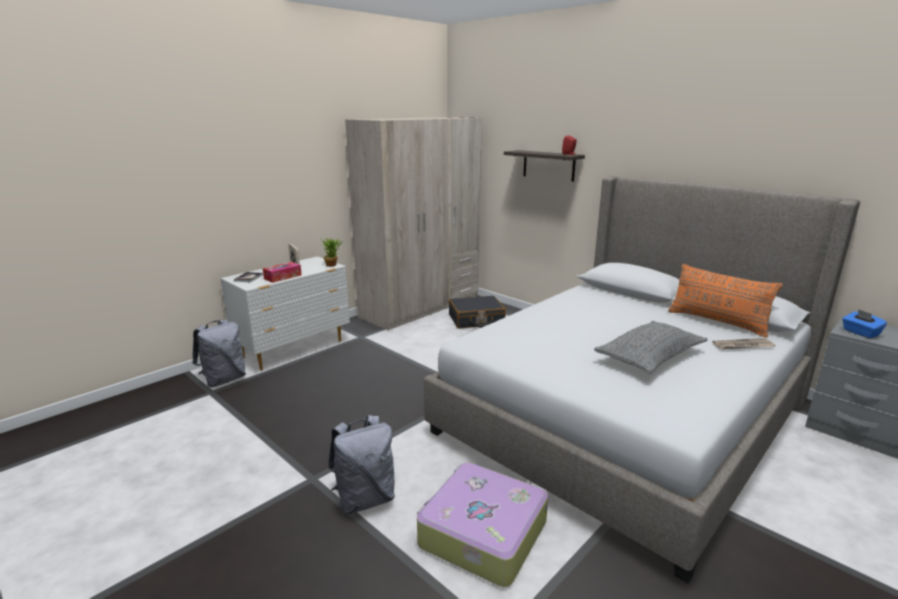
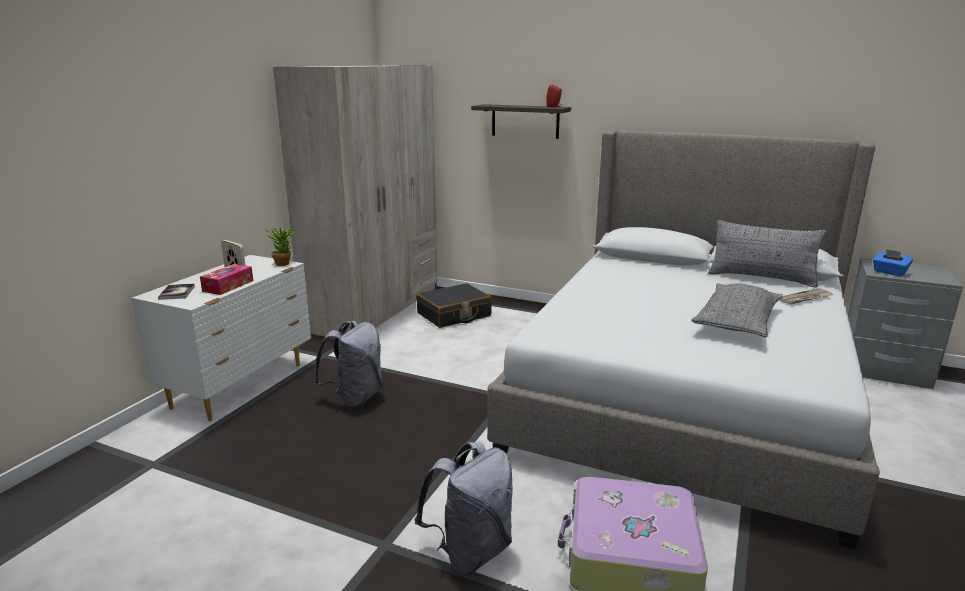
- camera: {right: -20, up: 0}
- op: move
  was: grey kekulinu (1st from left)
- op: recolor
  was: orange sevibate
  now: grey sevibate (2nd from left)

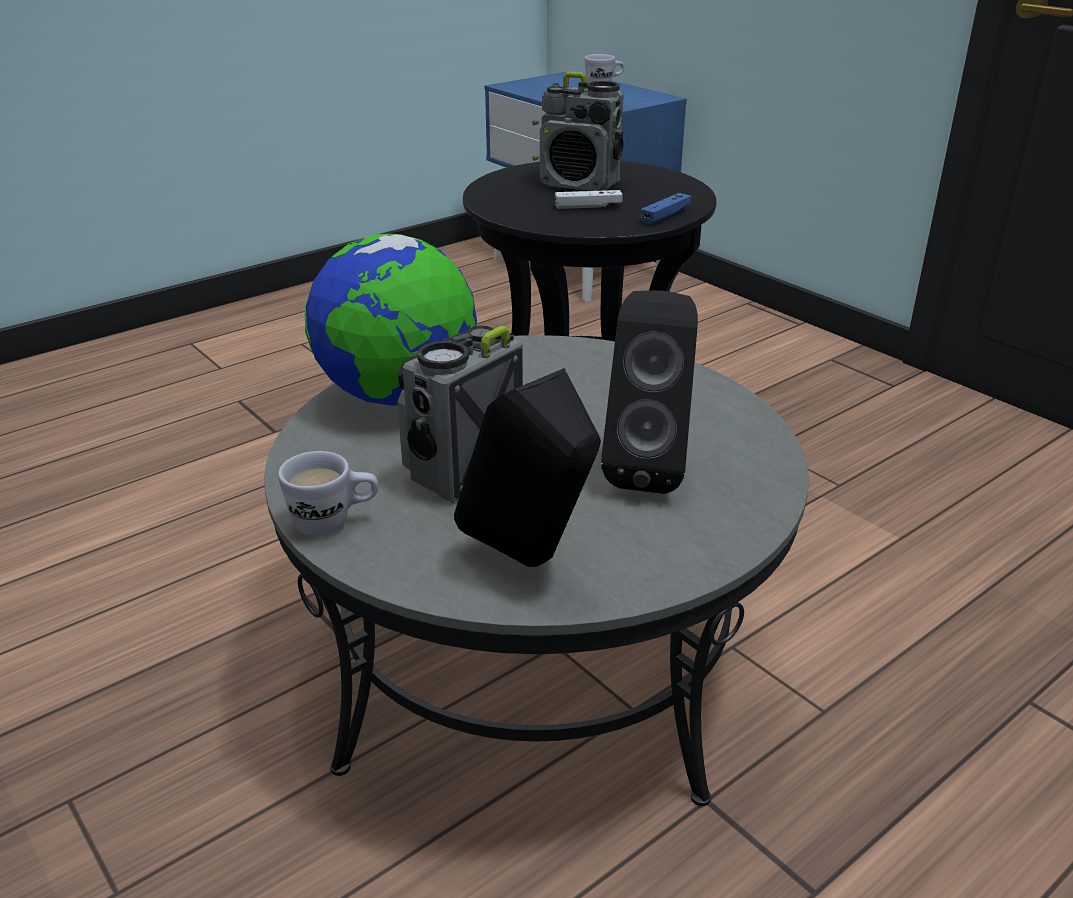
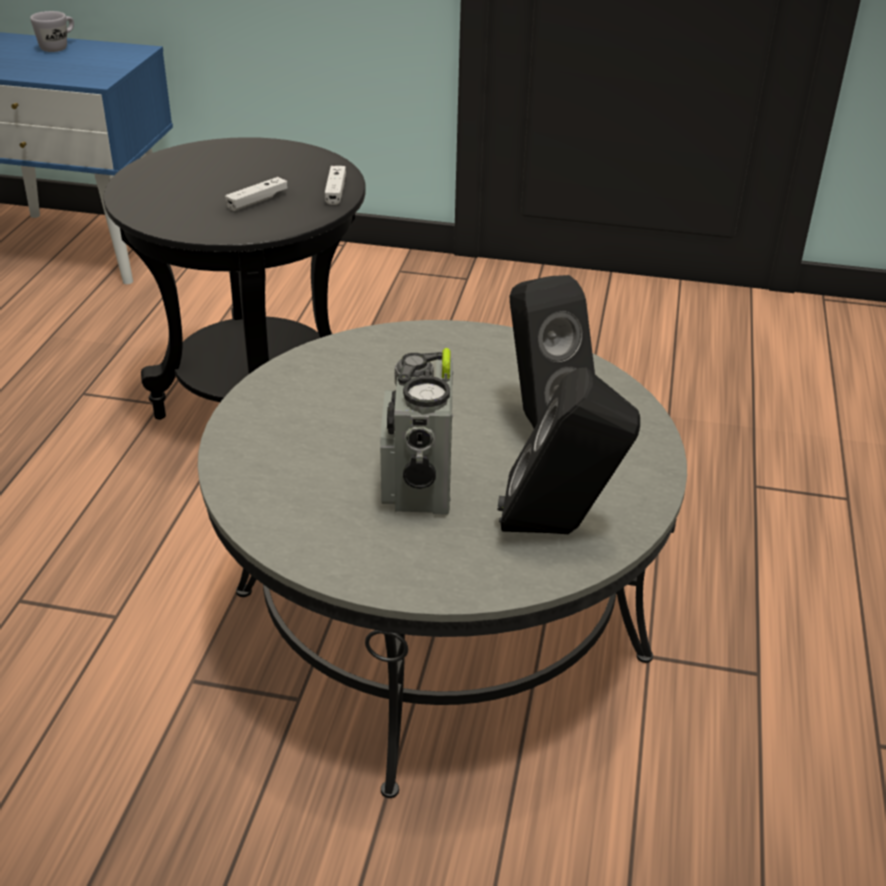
- camera: {right: -40, up: 5}
- op: delete
  was: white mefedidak (1st from left)
- op: delete
  was: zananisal
- op: delete
  was: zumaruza (2nd from left)
- op: recolor
  was: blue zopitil
  now: white zopitil (2nd from left)

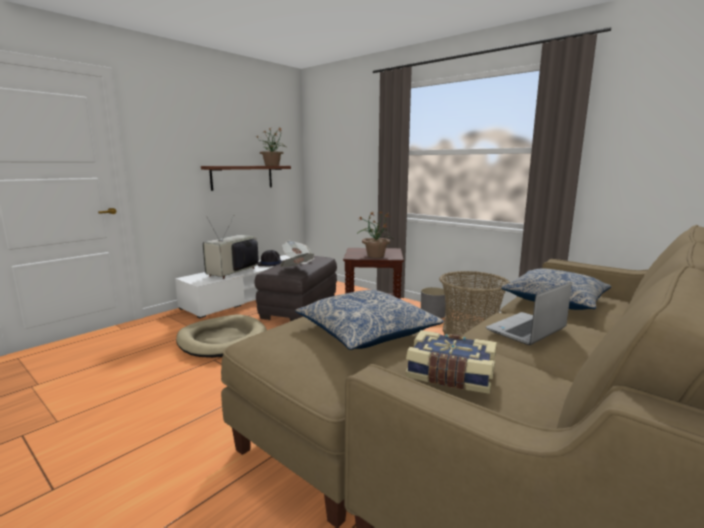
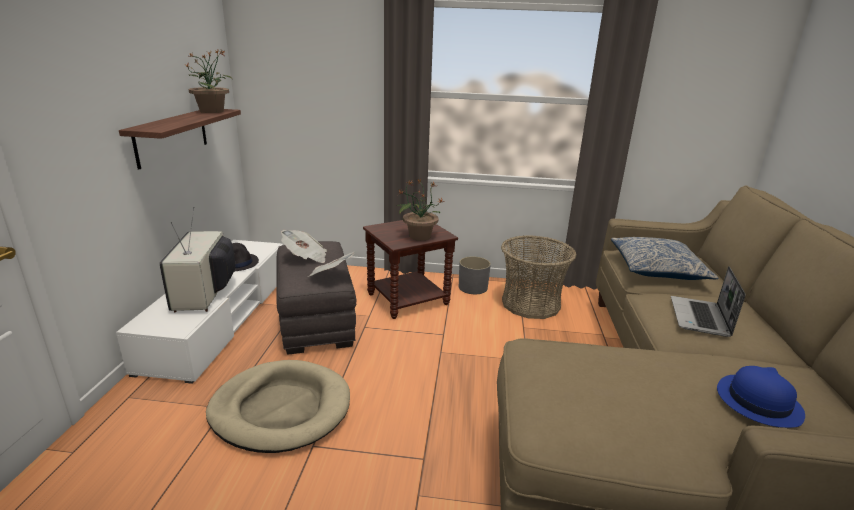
- camera: {right: -35, up: 10}
- op: delete
  was: sevibate (1st from left)
- op: replace
  was: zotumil
  now: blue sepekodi

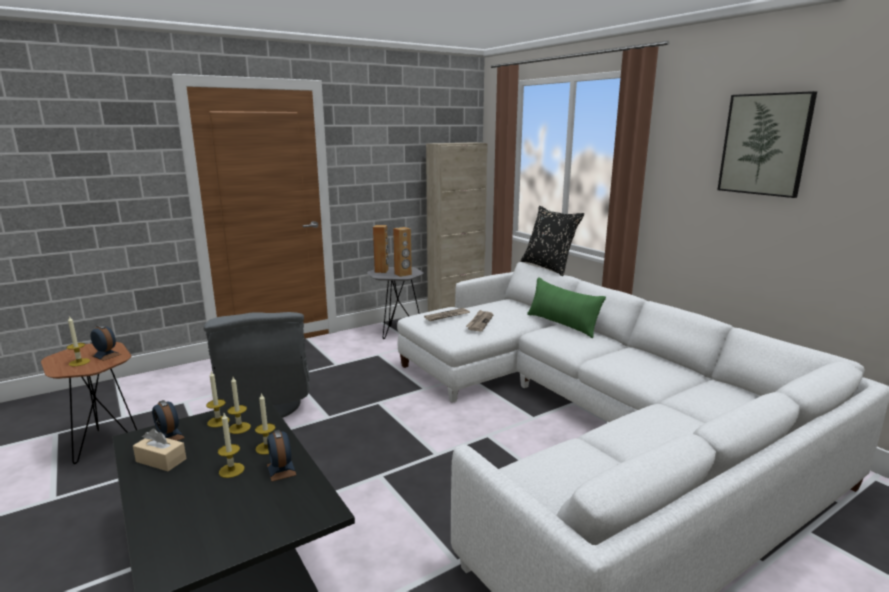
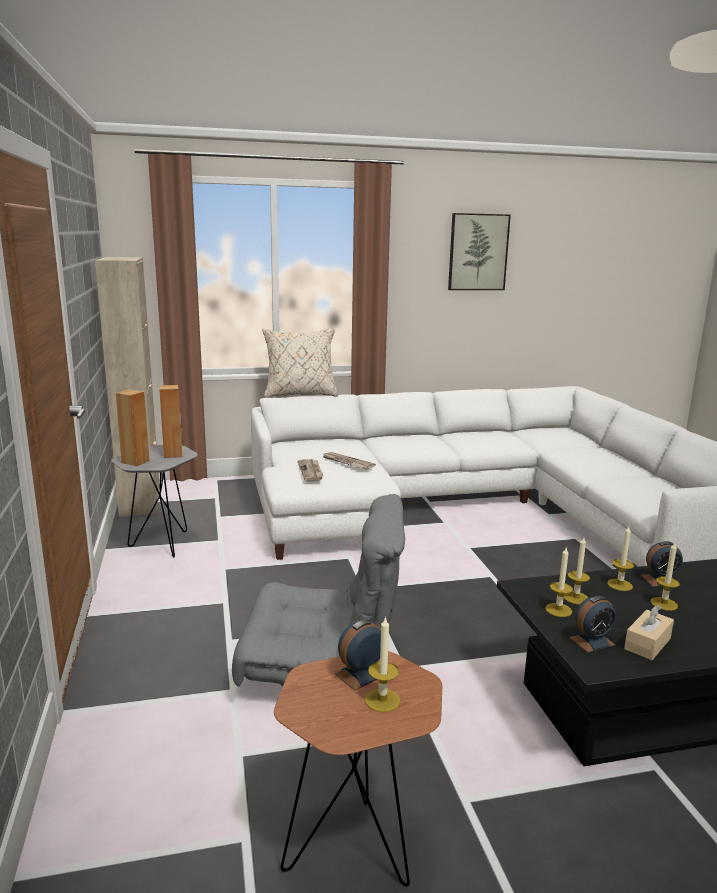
- camera: {right: -70, up: 0}
- op: delete
  was: green sevibate
- op: recolor
  was: black sevibate
  now: beige sevibate

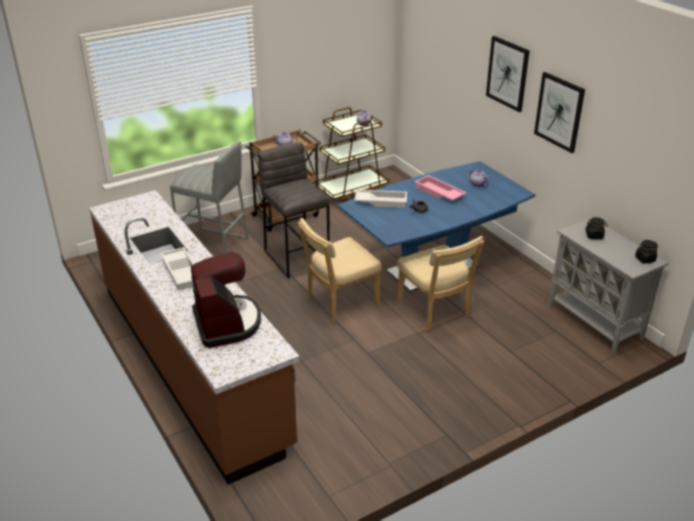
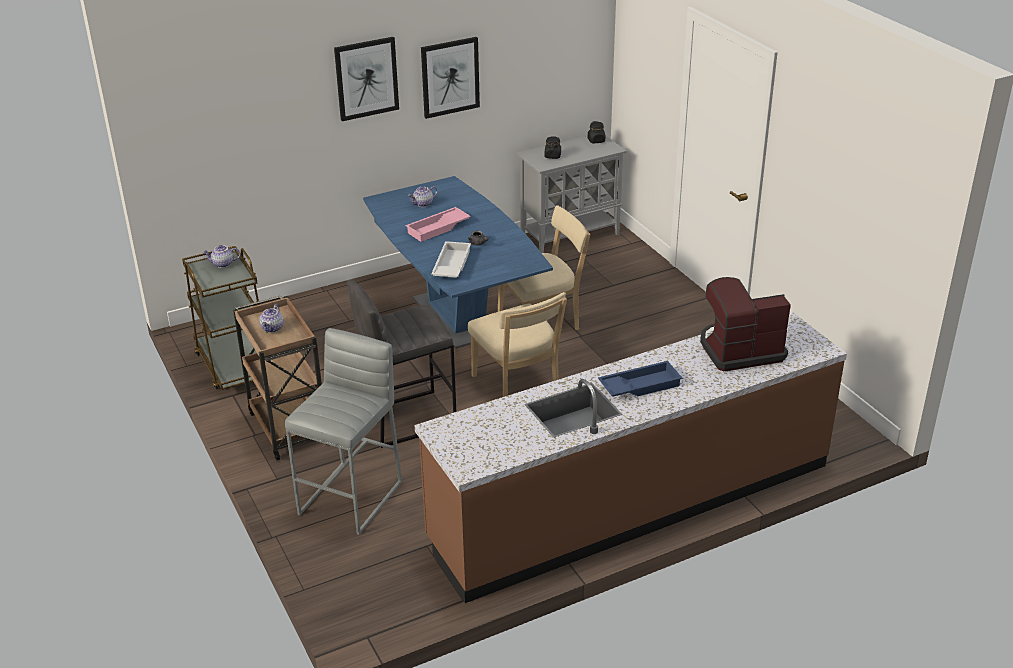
- camera: {right: -85, up: 0}
- op: recolor
  was: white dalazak (1st from left)
  now: blue dalazak

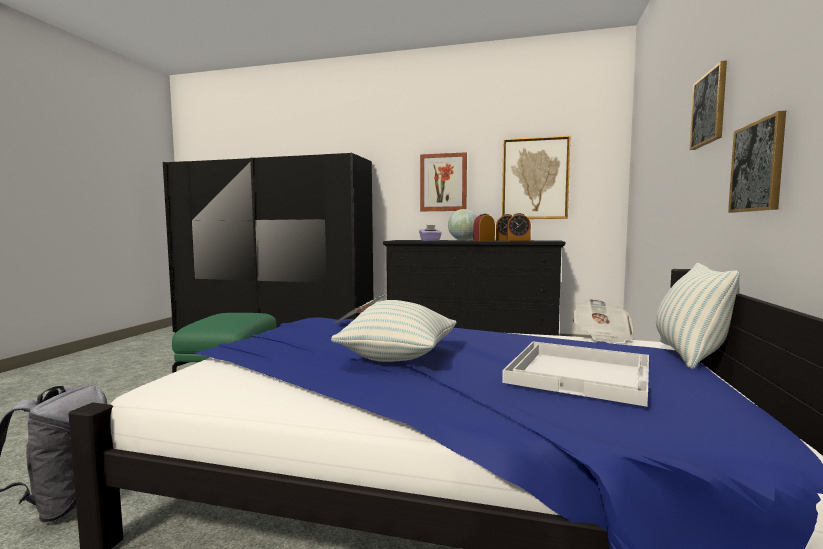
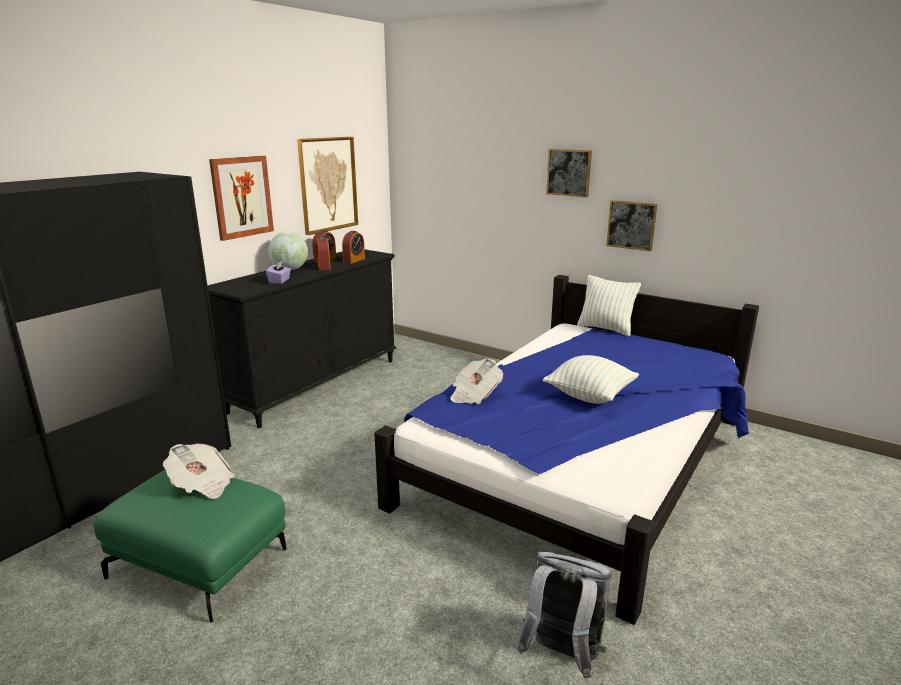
- camera: {right: -70, up: 15}
- op: delete
  was: white dalazak
- op: move
  was: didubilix (2nd from left in the first image)
  now: didubilix (1st from left)

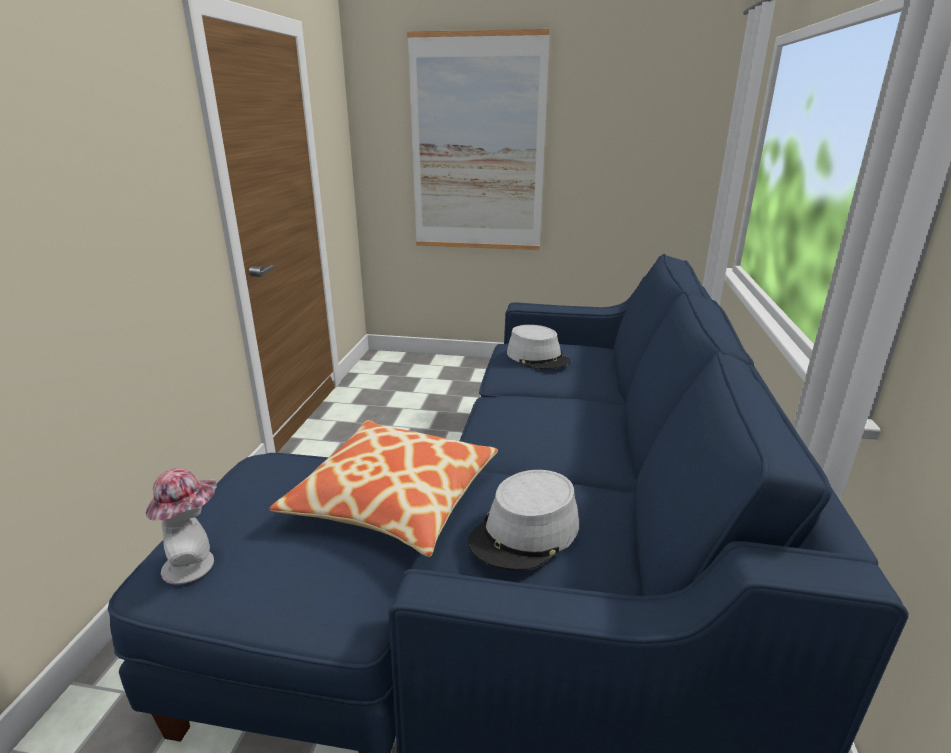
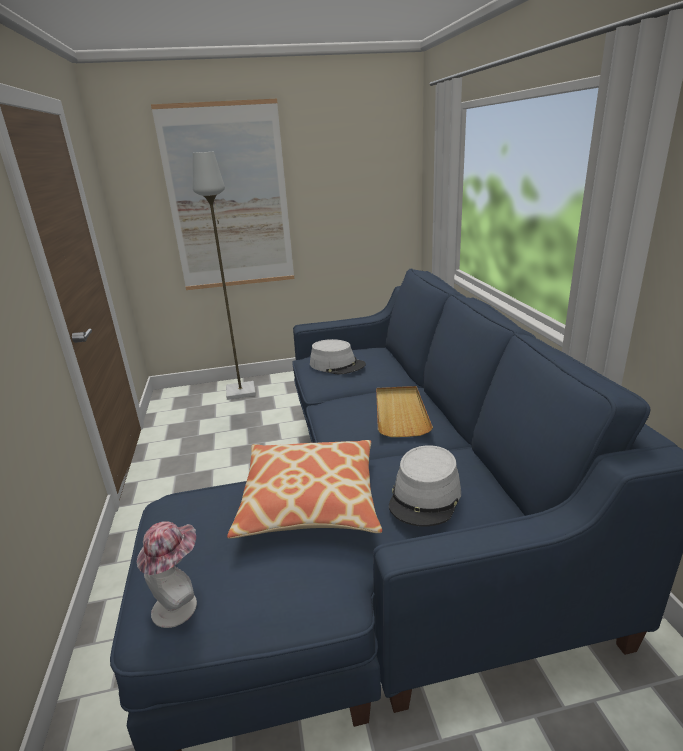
- camera: {right: -20, up: 0}
- op: insert
  now: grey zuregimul
- op: insert
  now: beige dalazak

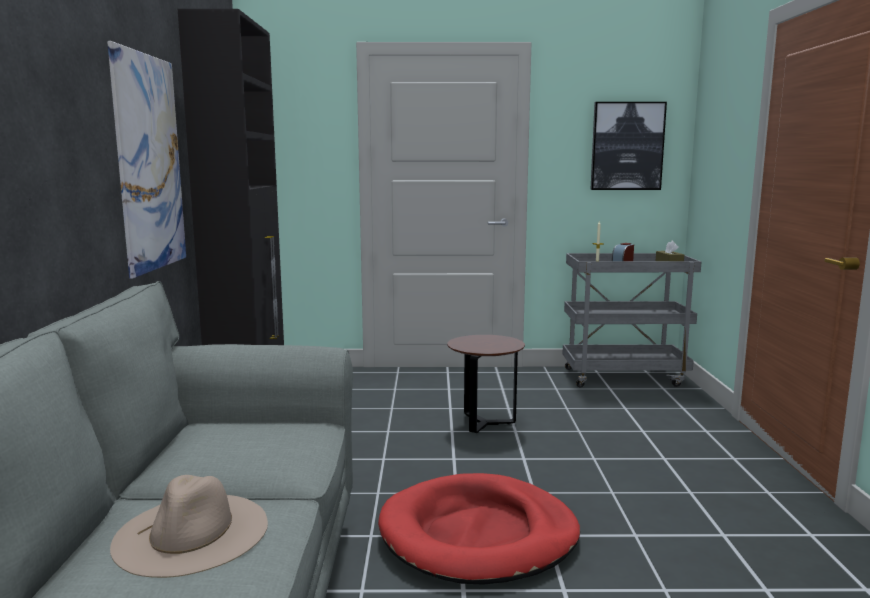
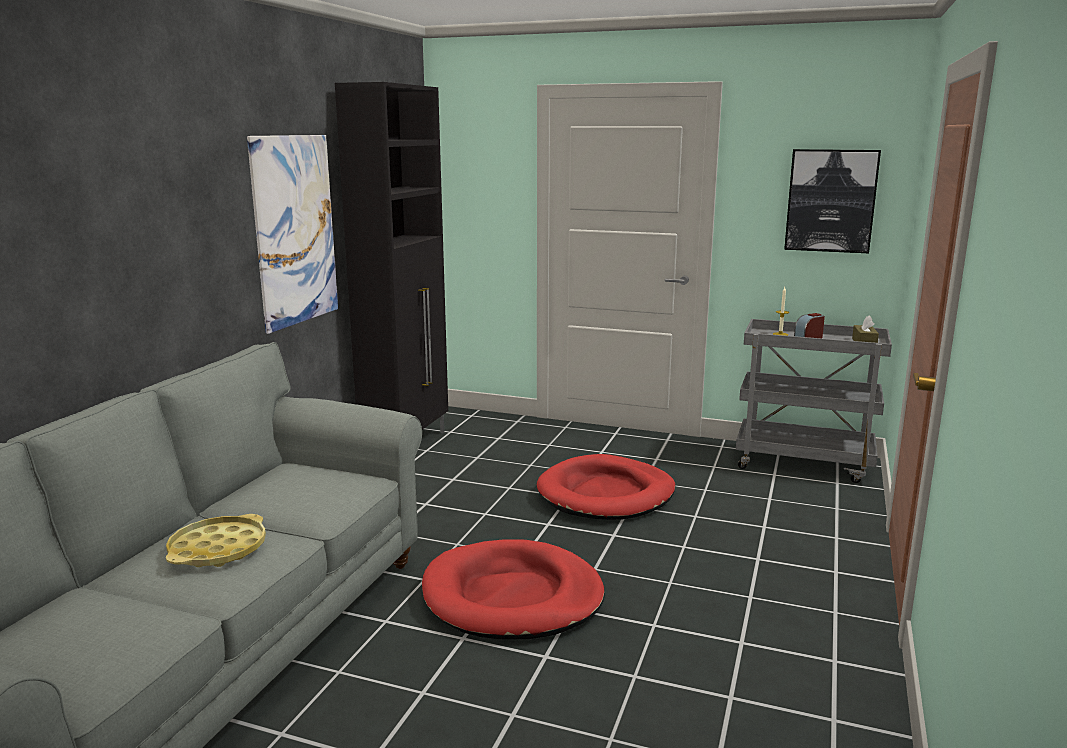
- camera: {right: 20, up: 5}
- op: replace
  was: beige sepekodi
  now: yellow dalazak
- op: replace
  was: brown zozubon
  now: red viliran (2nd from left)

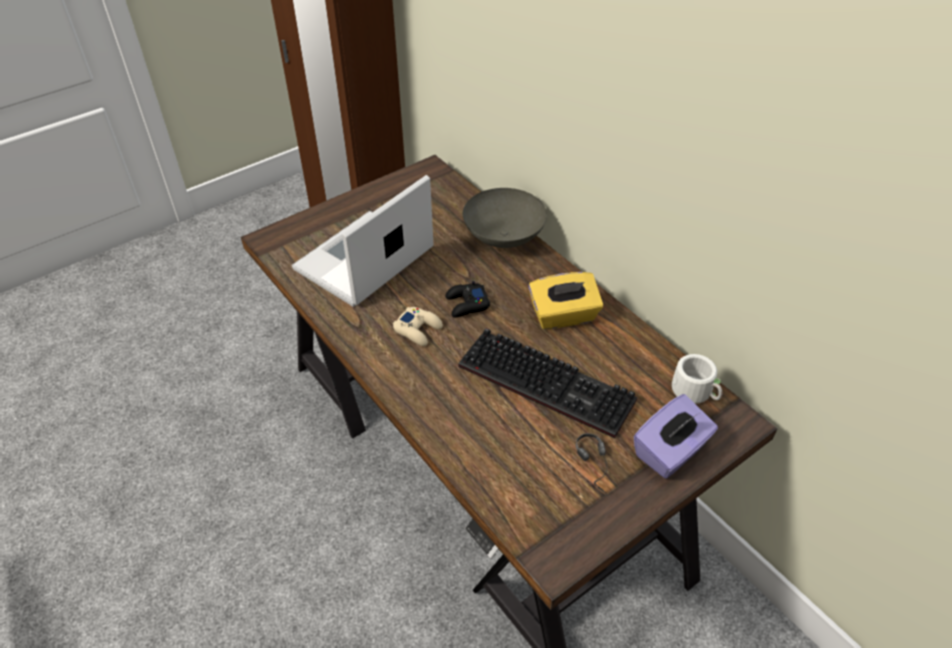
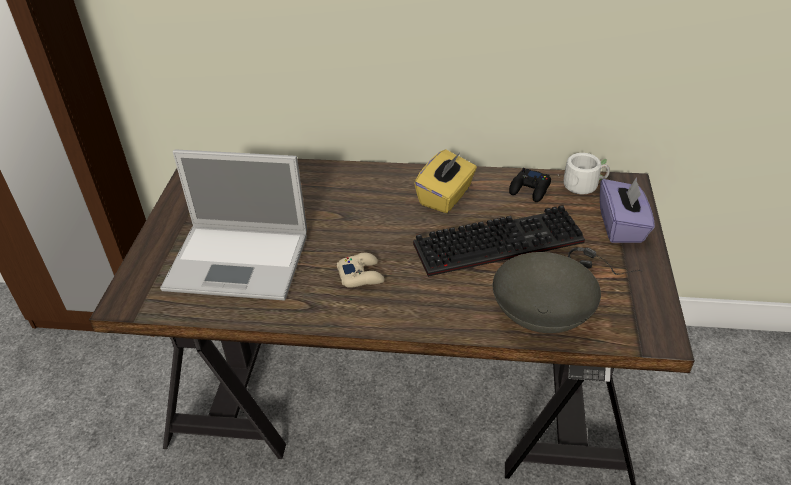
- camera: {right: -45, up: -5}
- op: move
  was: black zopitil
- op: move
  was: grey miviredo
- op: rotate
  was: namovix
  clockwise: -75

